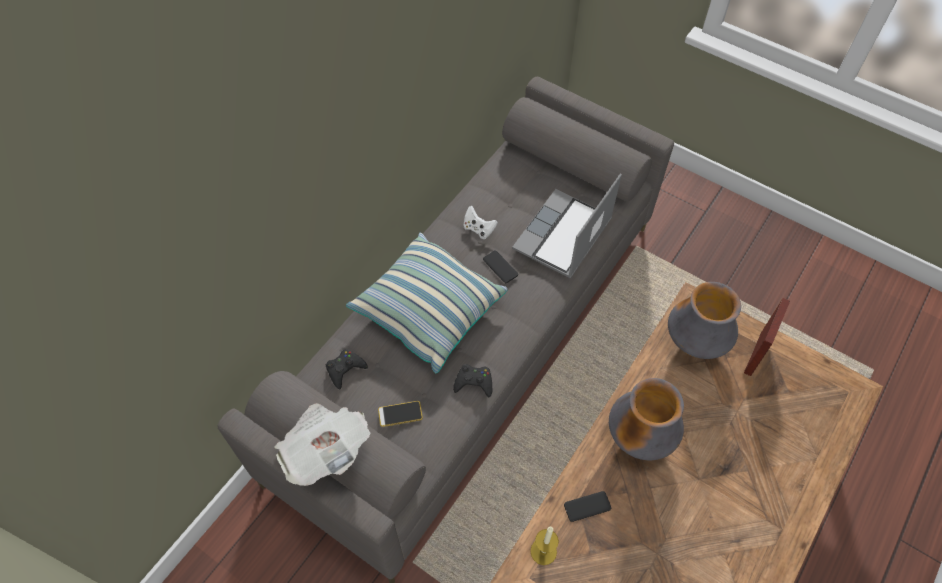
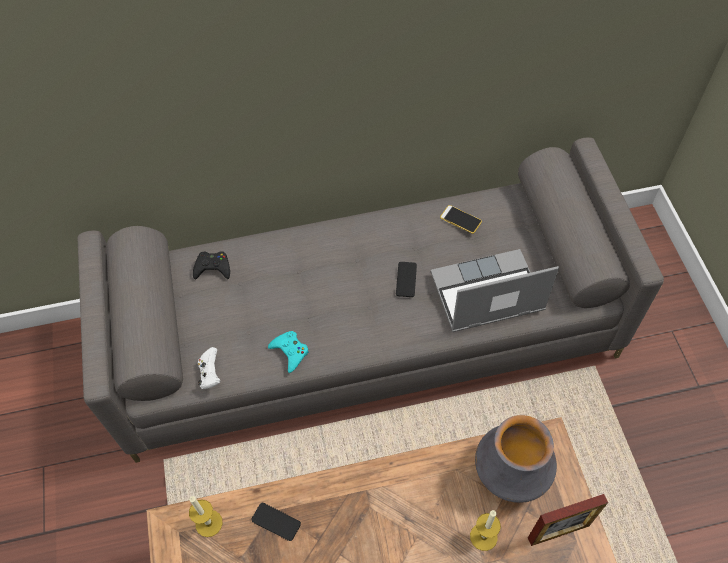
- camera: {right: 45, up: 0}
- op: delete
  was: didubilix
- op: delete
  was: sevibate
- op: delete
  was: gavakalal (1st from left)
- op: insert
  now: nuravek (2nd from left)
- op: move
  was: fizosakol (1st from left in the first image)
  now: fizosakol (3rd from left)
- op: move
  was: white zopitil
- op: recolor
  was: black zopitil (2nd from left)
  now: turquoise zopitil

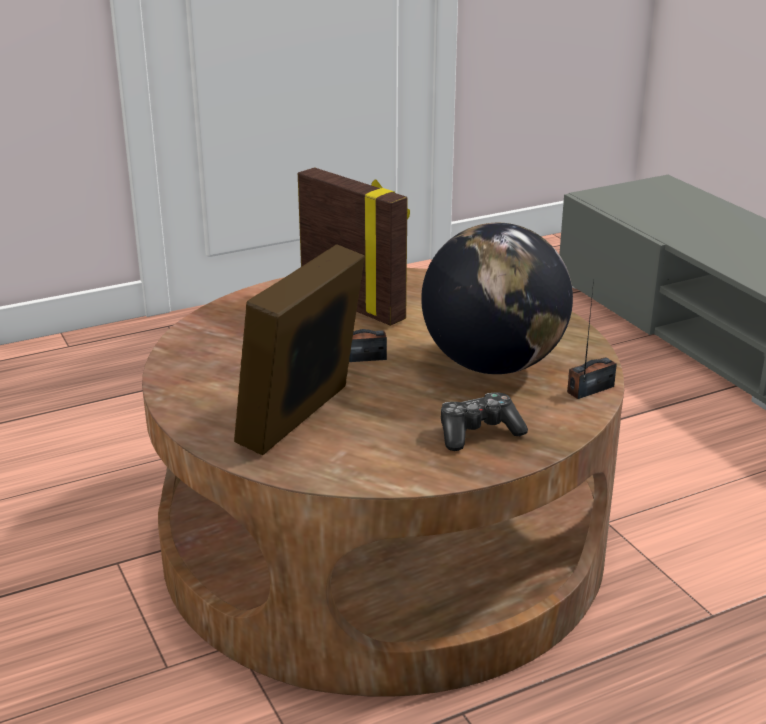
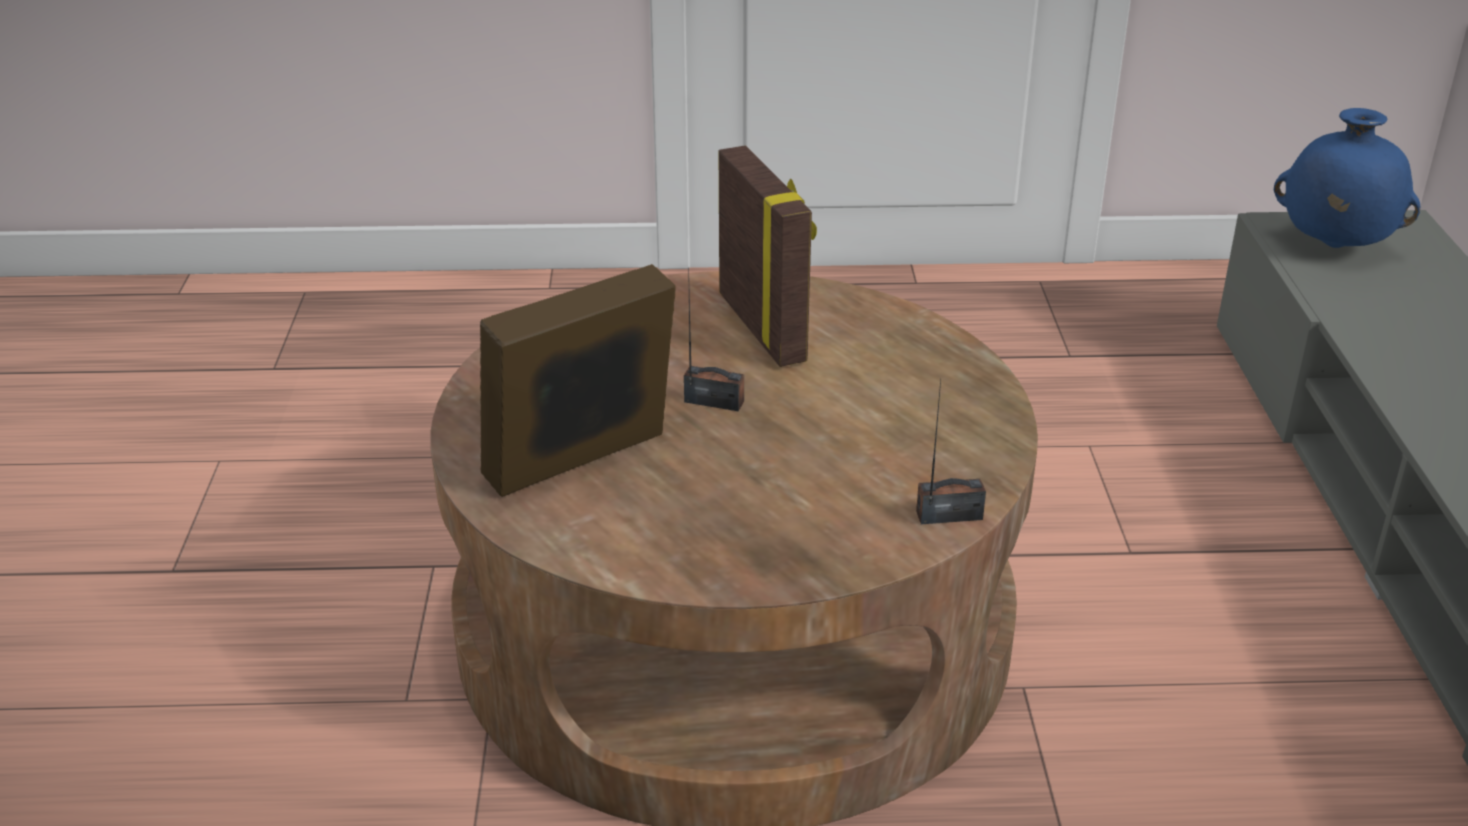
- camera: {right: 25, up: 5}
- op: delete
  was: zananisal
- op: delete
  was: zopitil
- op: insert
  now: blue gavakalal

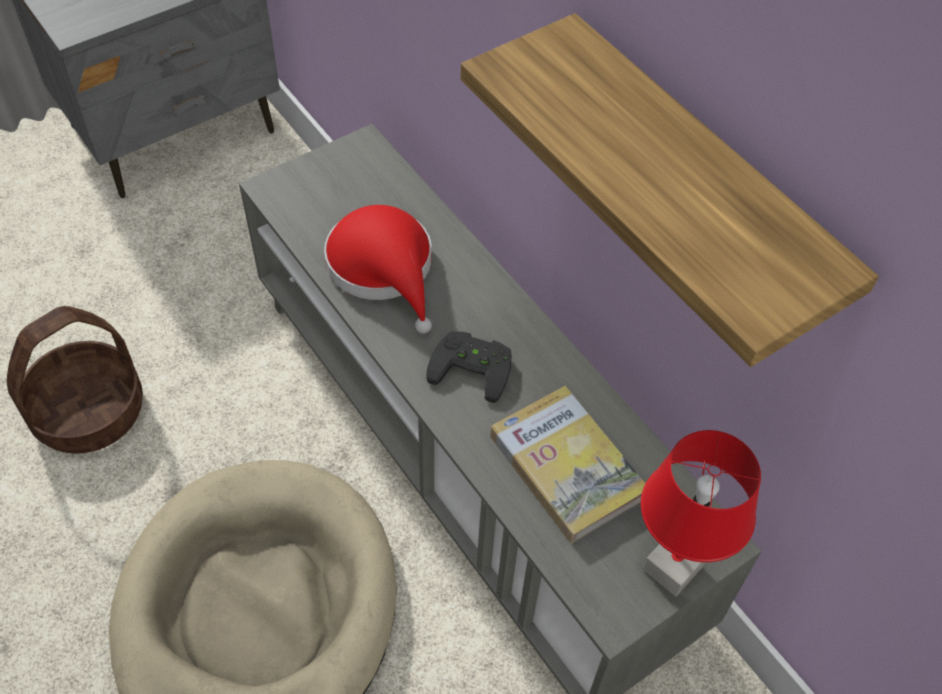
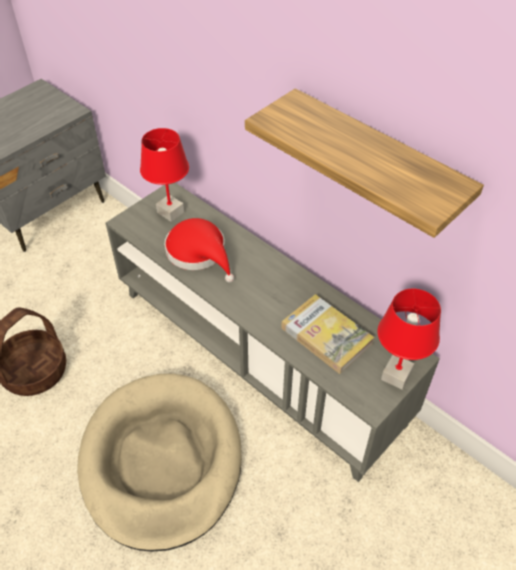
- camera: {right: -10, up: -5}
- op: delete
  was: black zopitil
- op: insert
  now: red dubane (1st from left)

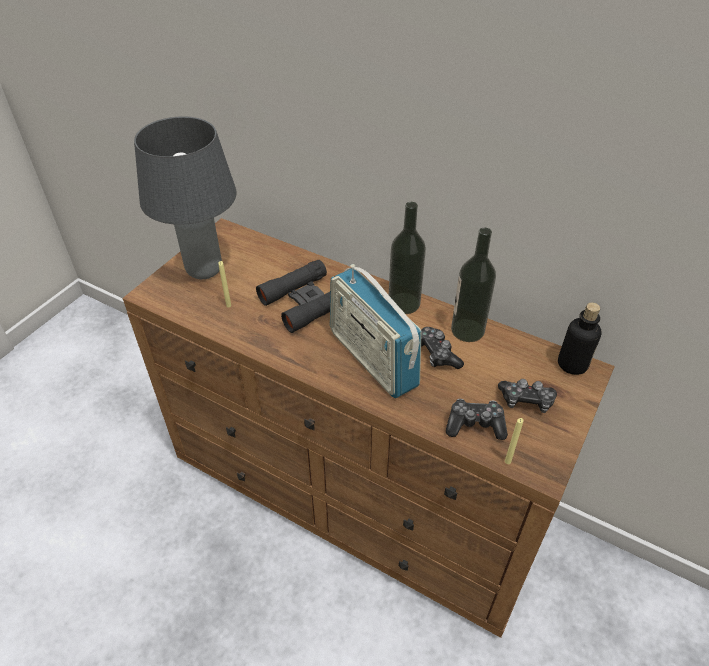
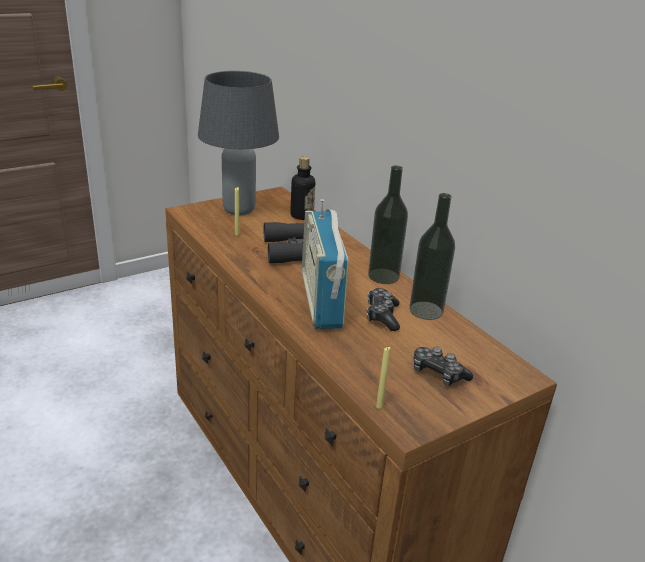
- camera: {right: 25, up: -15}
- op: delete
  was: zopitil (2nd from left)
- op: move
  was: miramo (3rd from left in the first image)
  now: miramo (1st from left)

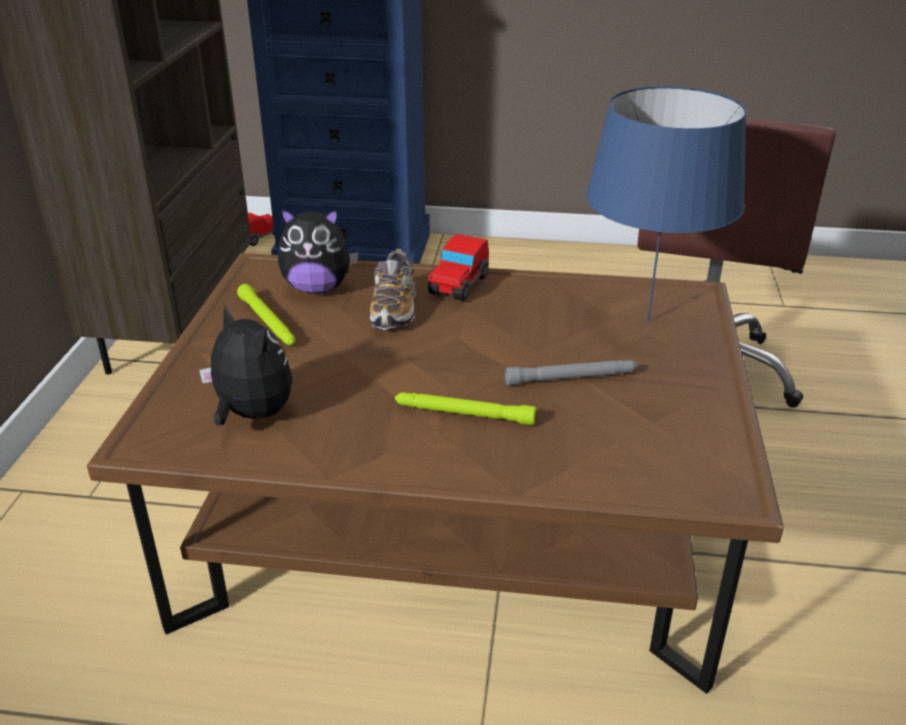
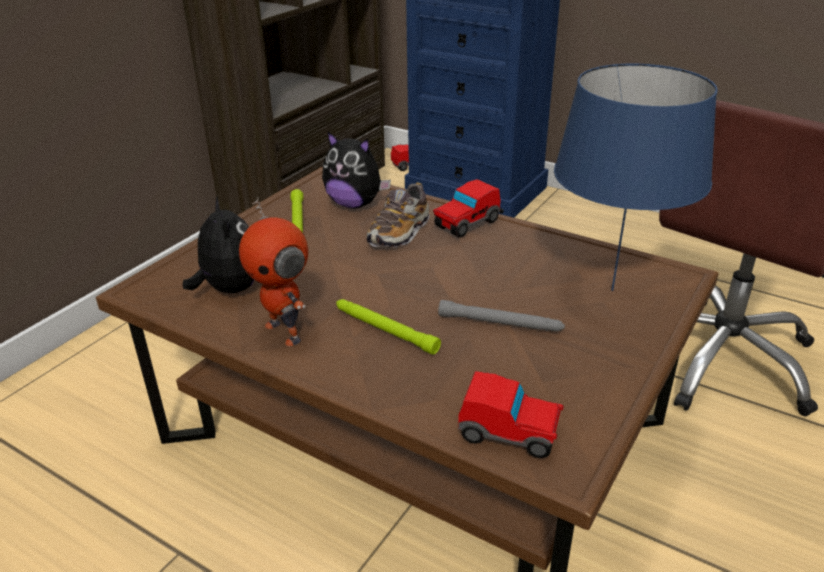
- camera: {right: 25, up: 0}
- op: insert
  now: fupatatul
- op: insert
  now: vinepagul (3rd from left)

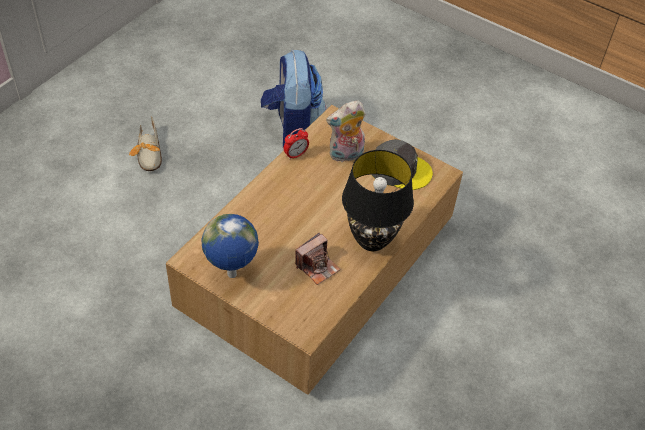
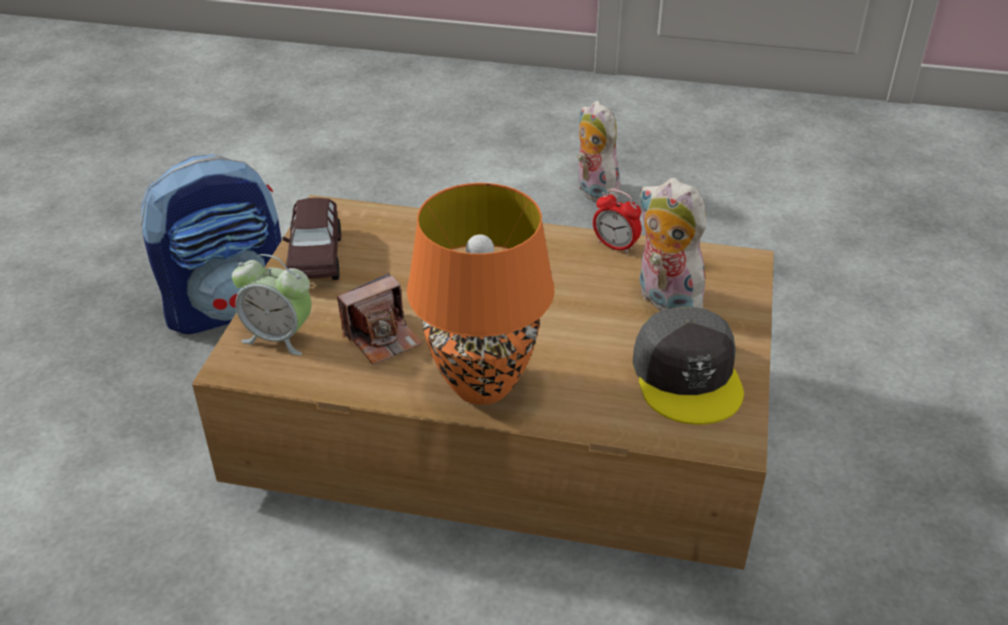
- camera: {right: 70, up: -10}
- op: insert
  now: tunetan (1st from left)
- op: move
  was: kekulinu
- op: replace
  was: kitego
  now: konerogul (1st from left)
- op: replace
  was: zananisal
  now: brown vinepagul
- op: recolor
  was: black dubane
  now: orange dubane
- op: rotate
  was: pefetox
  clockwise: -60

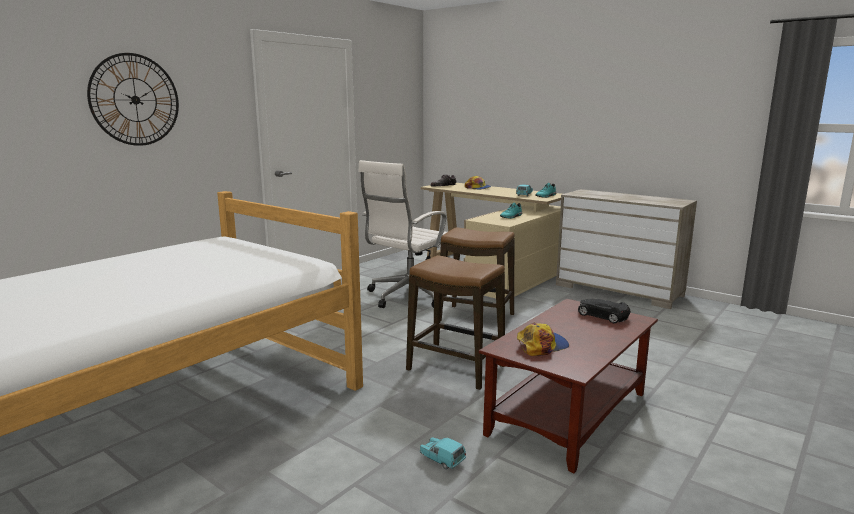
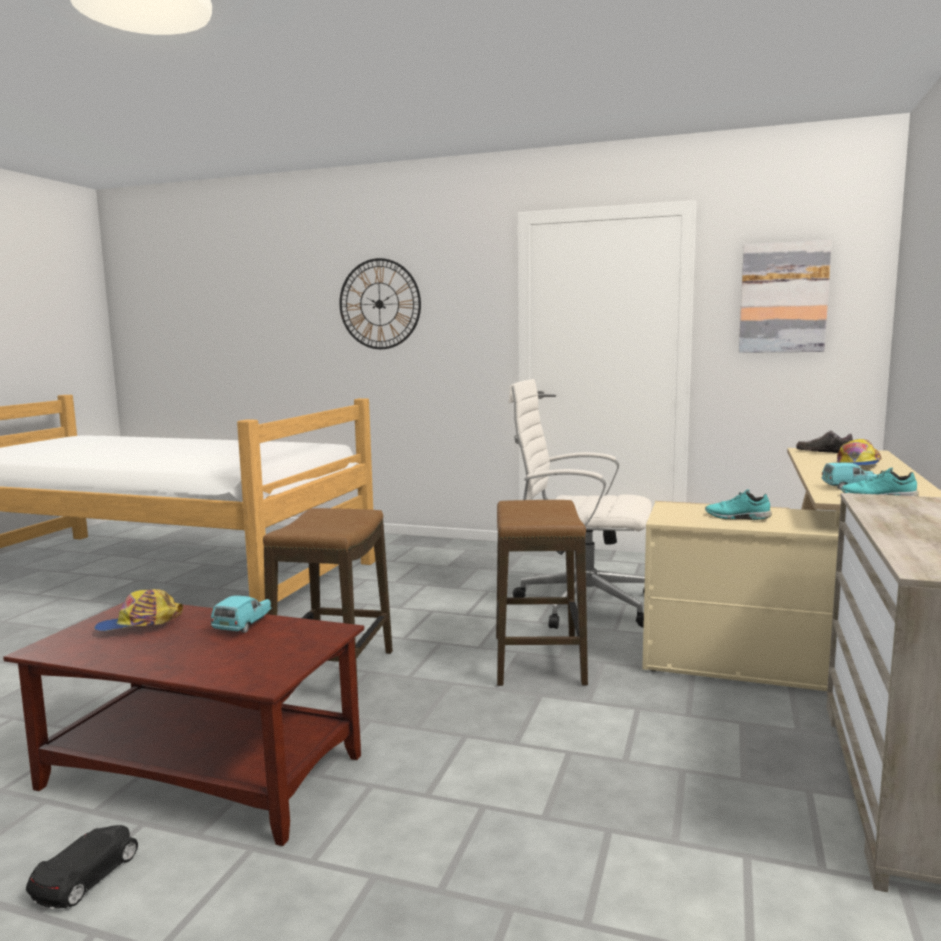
- camera: {right: 70, up: -5}
- op: insert
  now: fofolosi
- op: move
  was: turquoise vinepagul (1st from left)
- op: move
  was: black vinepagul
- op: rotate
  was: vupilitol (2nd from left in the first image)
  clockwise: 120

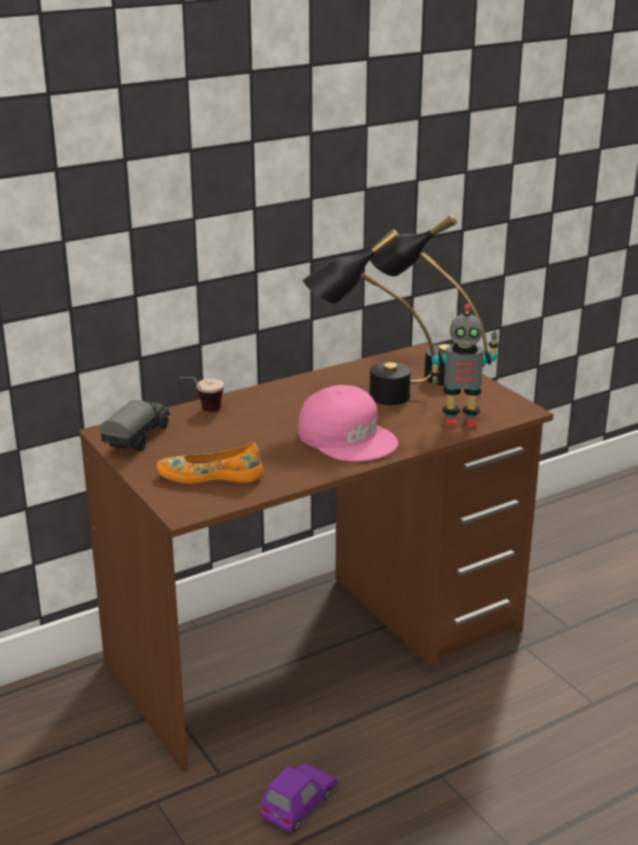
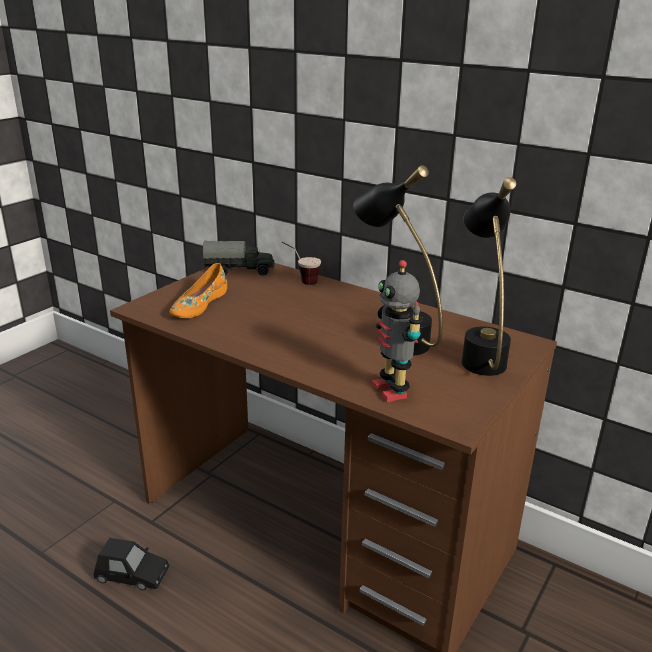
- camera: {right: 65, up: 0}
- op: delete
  was: pink vupilitol
- op: recolor
  was: purple vinepagul
  now: black vinepagul
- op: rotate
  was: orange kitego
  clockwise: -135

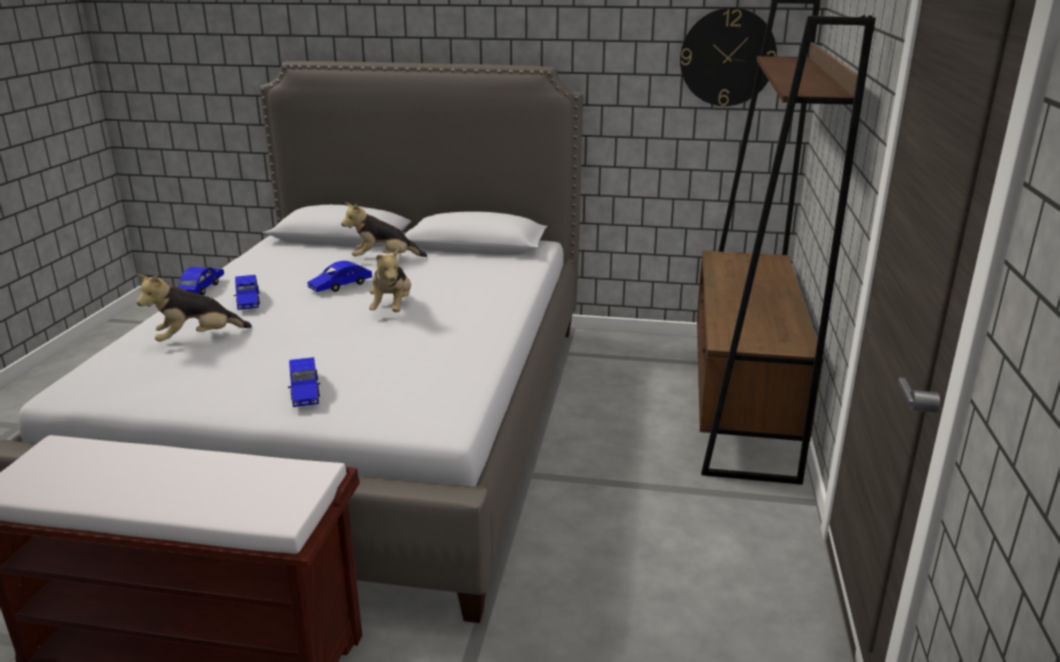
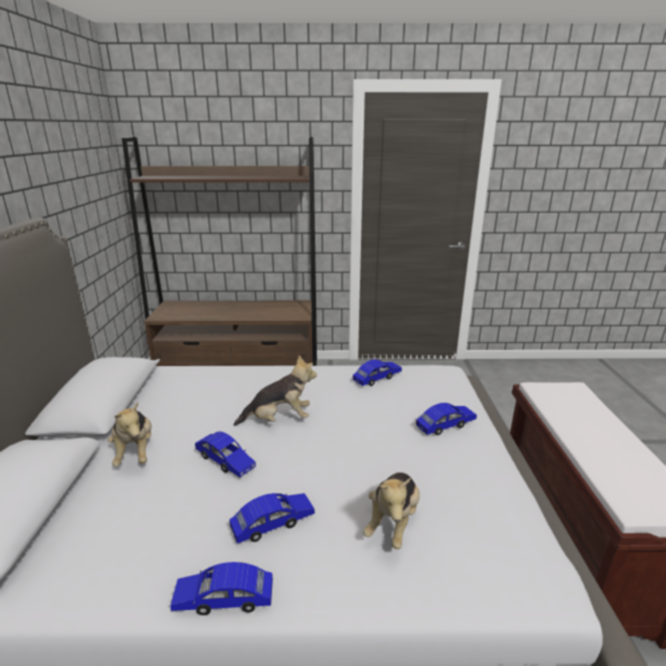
- camera: {right: -100, up: 0}
- op: delete
  was: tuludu
- op: insert
  now: blue vinepagul (4th from left)
- op: rotate
  was: konerogul (1st from left in the first image)
  clockwise: 60

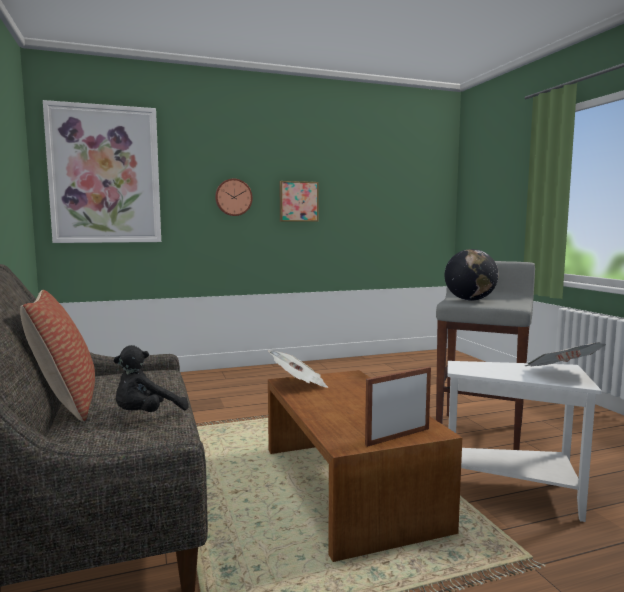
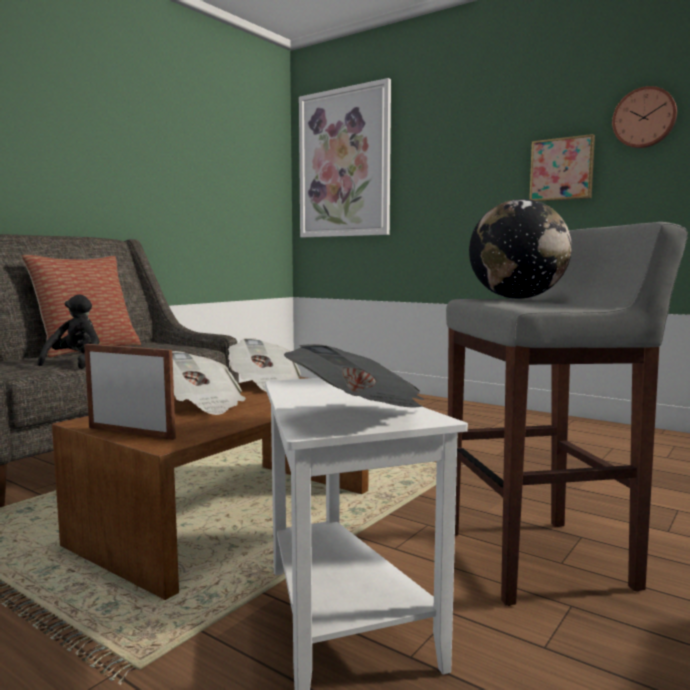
- camera: {right: 55, up: 0}
- op: insert
  now: didubilix (1st from left)
- op: move
  was: tuludu
- op: rotate
  was: black konerogul
  clockwise: 90

